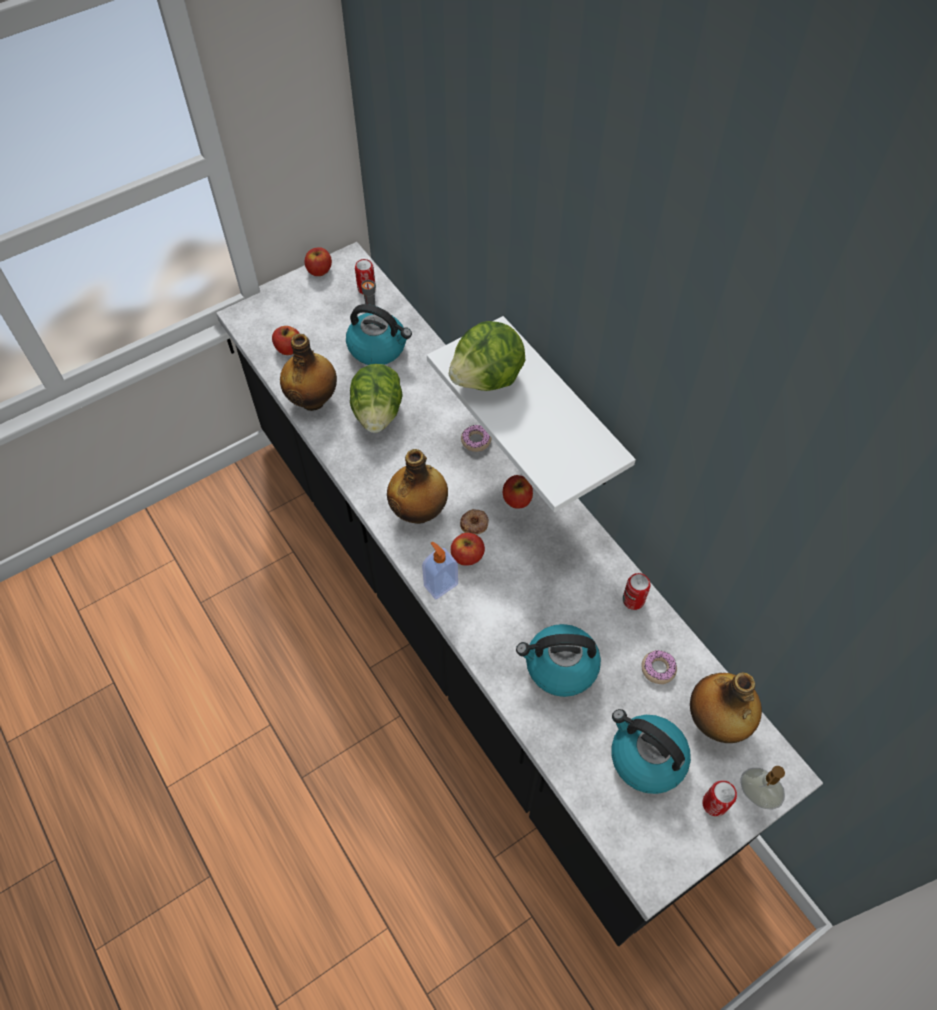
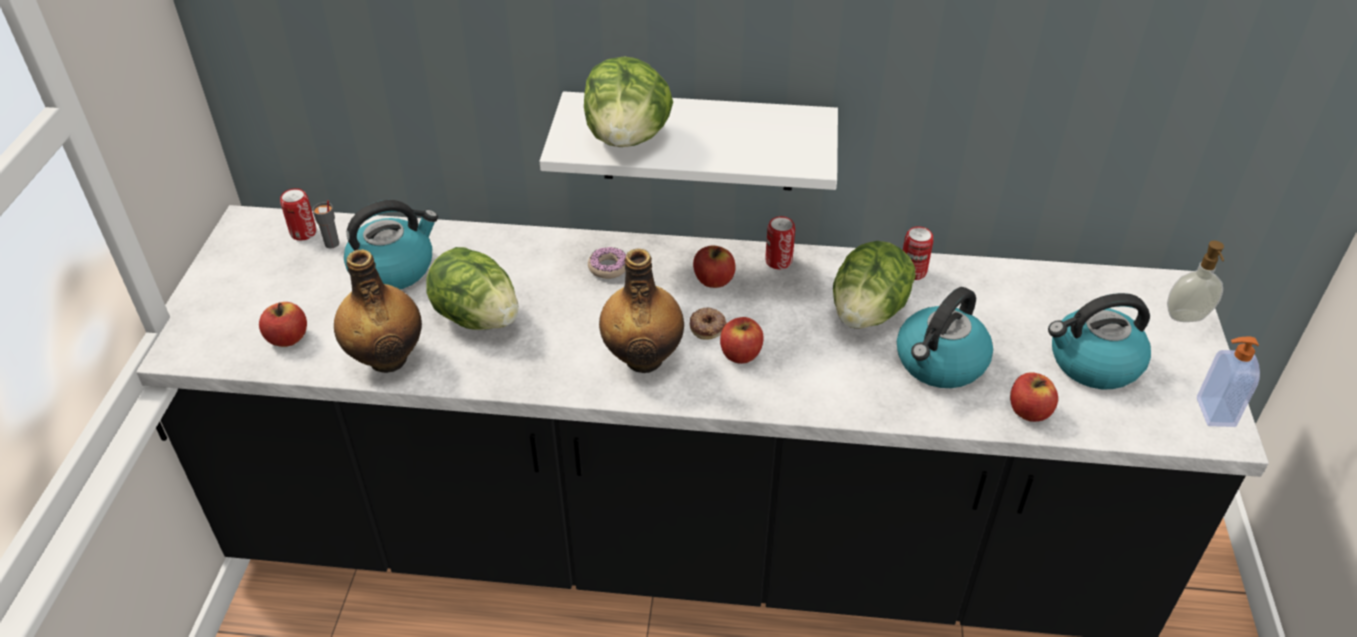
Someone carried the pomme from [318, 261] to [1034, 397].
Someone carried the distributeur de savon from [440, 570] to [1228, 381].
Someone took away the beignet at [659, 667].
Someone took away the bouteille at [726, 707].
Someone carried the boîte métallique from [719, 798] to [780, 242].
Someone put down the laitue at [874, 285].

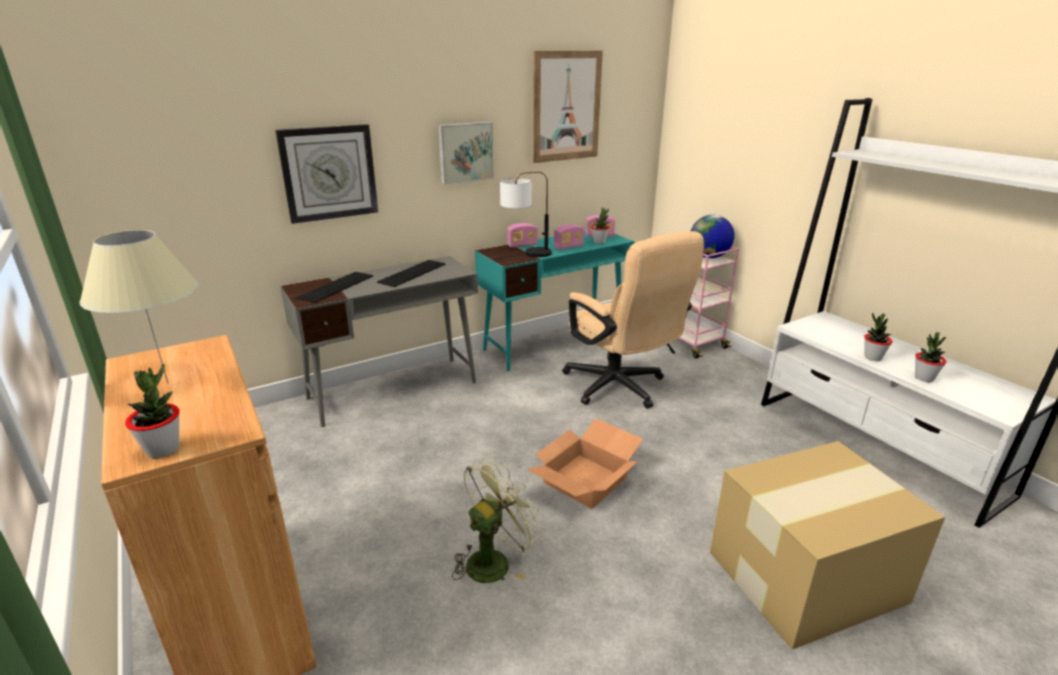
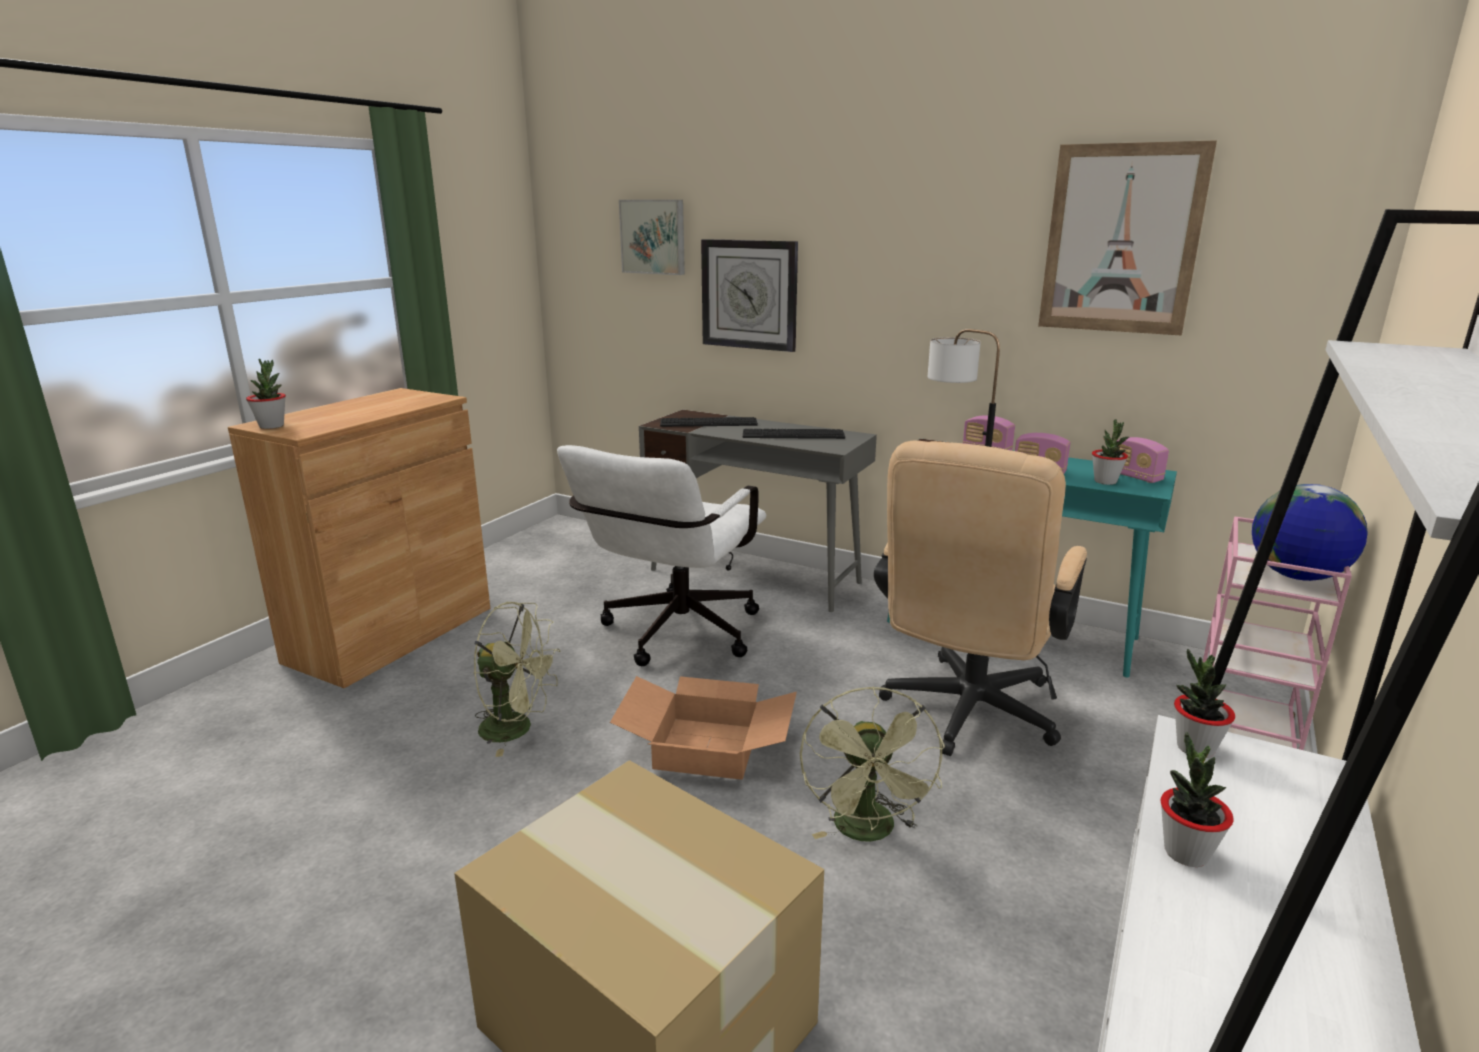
Someone carried the tableau from [466, 153] to [652, 237].
Someone took away the lampe de table/beige at [139, 307].
Someone carried the plante en pot from [930, 357] to [1204, 703].
Someone put down the chaise de bureau/blanc at [662, 555].
Someone put down the ventilateur/vert at [872, 764].

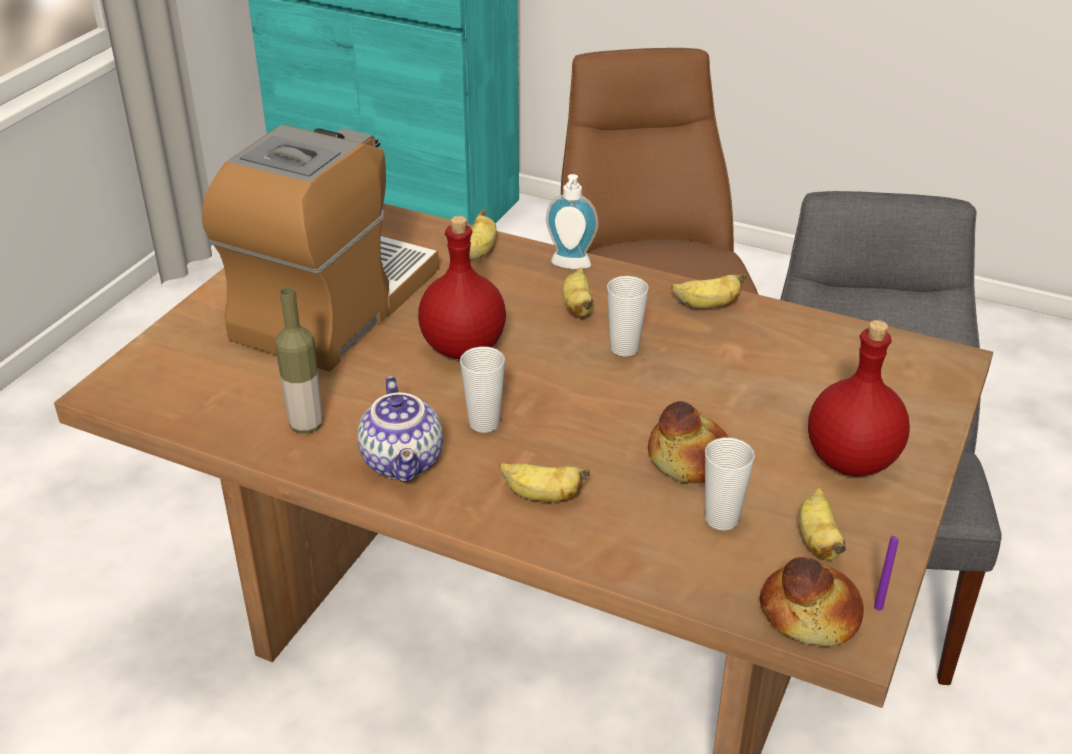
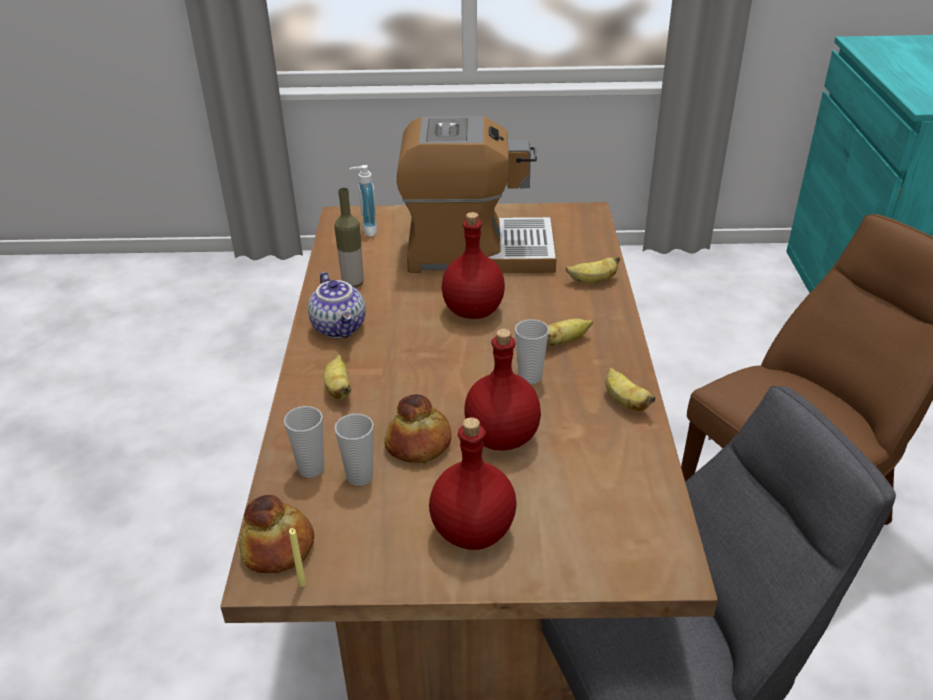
Someone carried the distributeur de savon from [572, 221] to [363, 201].
Someone carried the tasse from [482, 389] to [304, 442].
Someone rotated the théière at [400, 429] by 75 degrees counterclockwise.
Someone took away the banane at [822, 524].
Someone repainted the bougie/violet at [886, 573], which became the bougie/jaune at [297, 557].
Someone put down the bouteille/rouge at [502, 389].

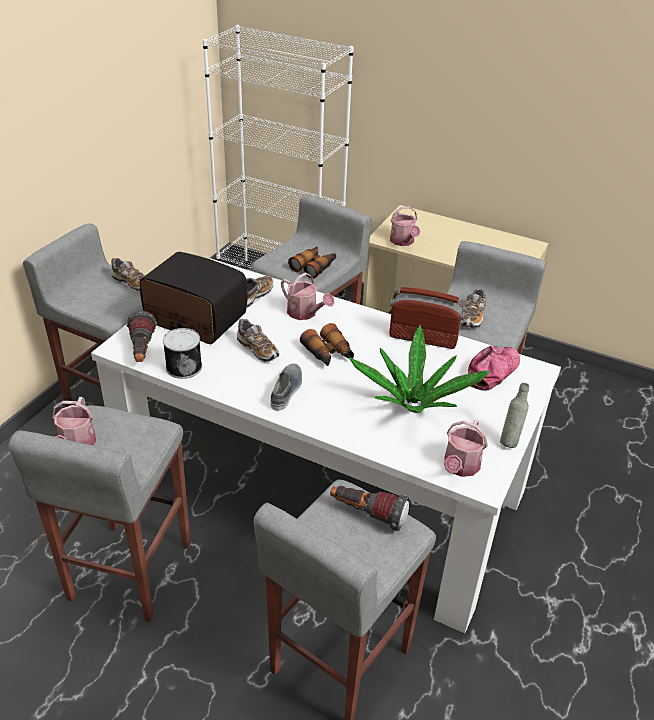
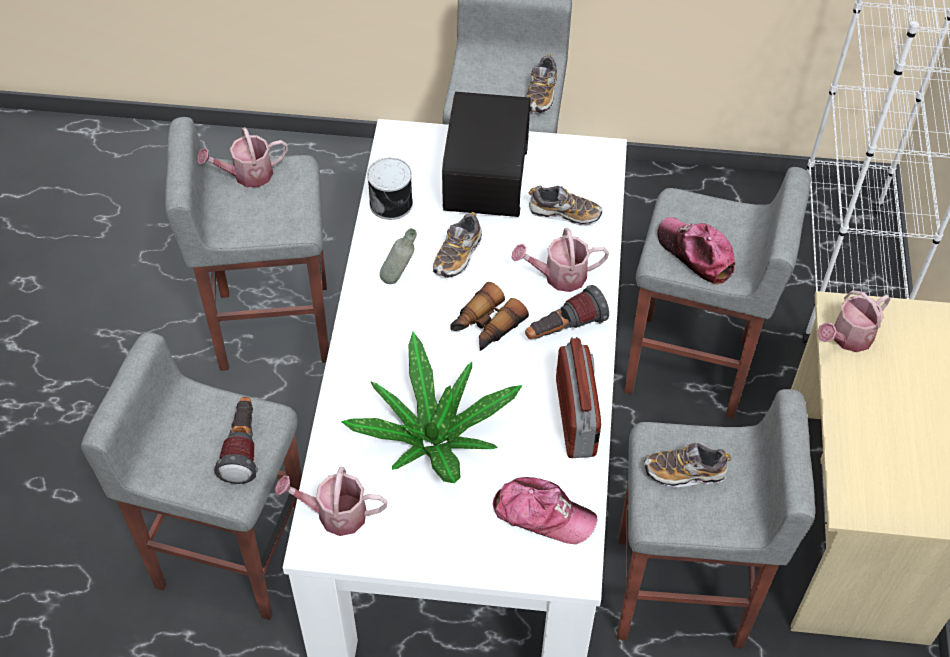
Someone swapped the jumelles at [312, 263] for the casquette at [696, 251].
Someone rotated the arrosoir at [308, 296] by 60 degrees clockwise.
Someone carried the lampe de poche from [142, 336] to [567, 312].
Someone took away the chaussure/gris at [286, 387].
Someone carried the bouteille/gris from [514, 415] to [398, 256].

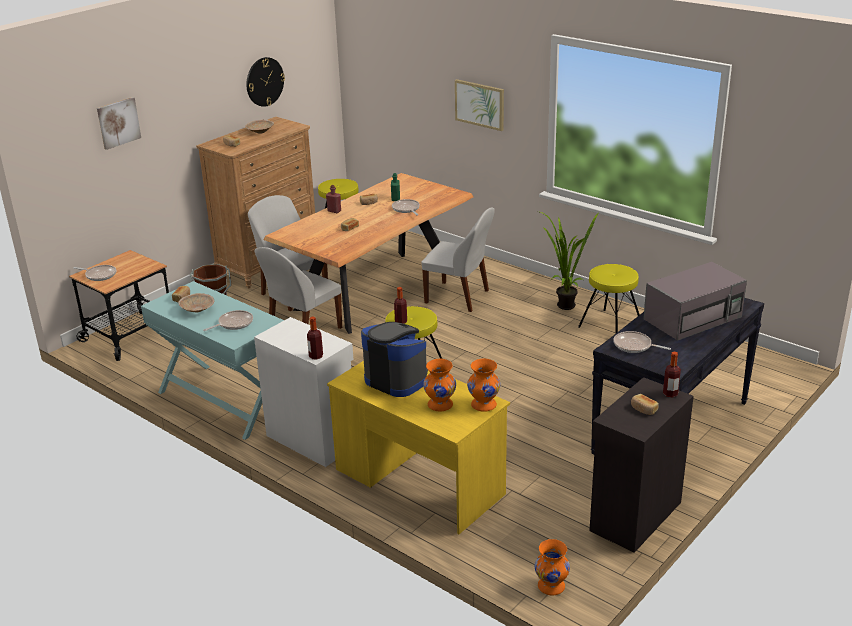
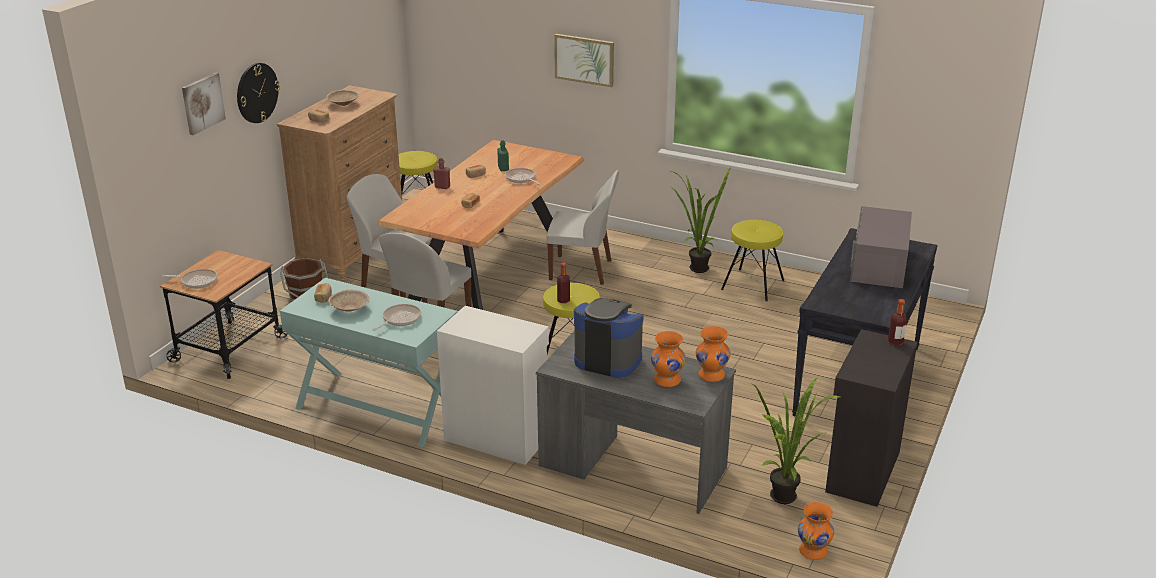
Someone carried the horloge murale from [265, 82] to [258, 93].
Someone rotated the micro-ondes/gris at [695, 301] by 150 degrees clockwise.
Someone took away the bouteille at [315, 338].
Someone took away the poêle at [642, 342].
Someone repainted the bureau/jaune at [418, 447], which became the bureau/gris at [636, 422].
Someone took away the pain at [645, 404].
Someone put down the plante en pot at [796, 441].

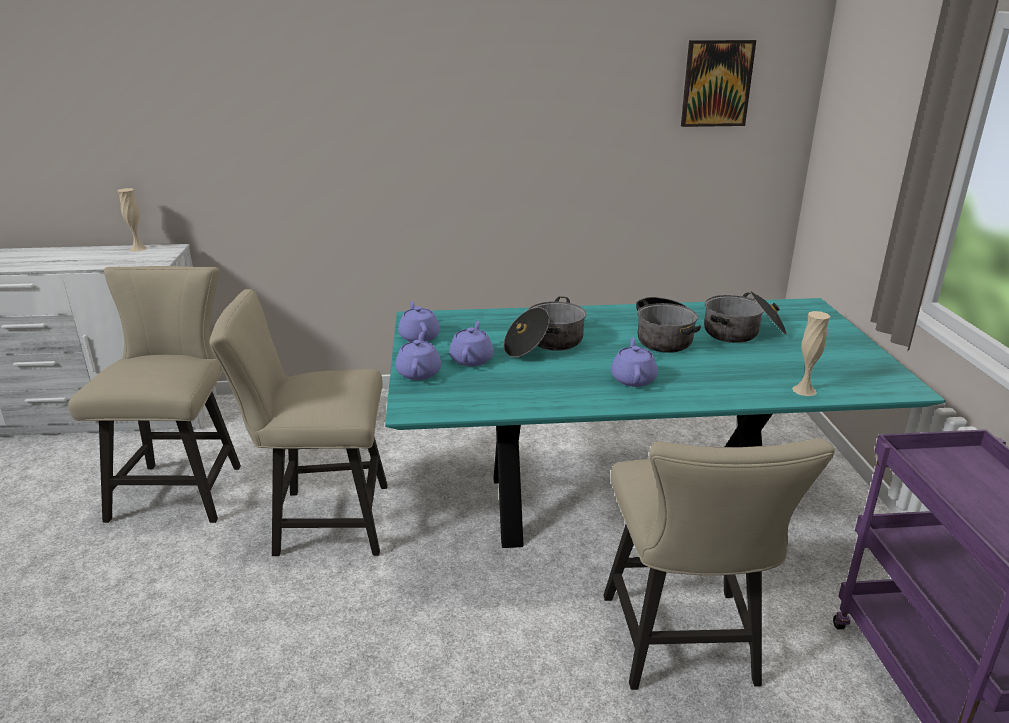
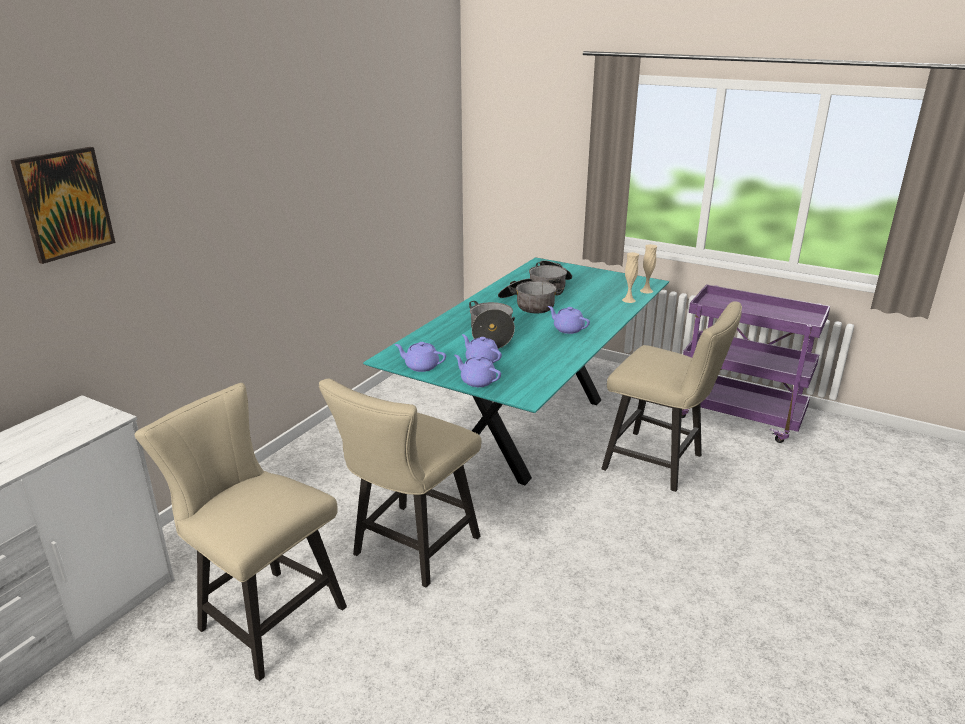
Someone carried the tableau from [718, 83] to [62, 205].
Someone carried the vase/beige from [132, 220] to [648, 268].

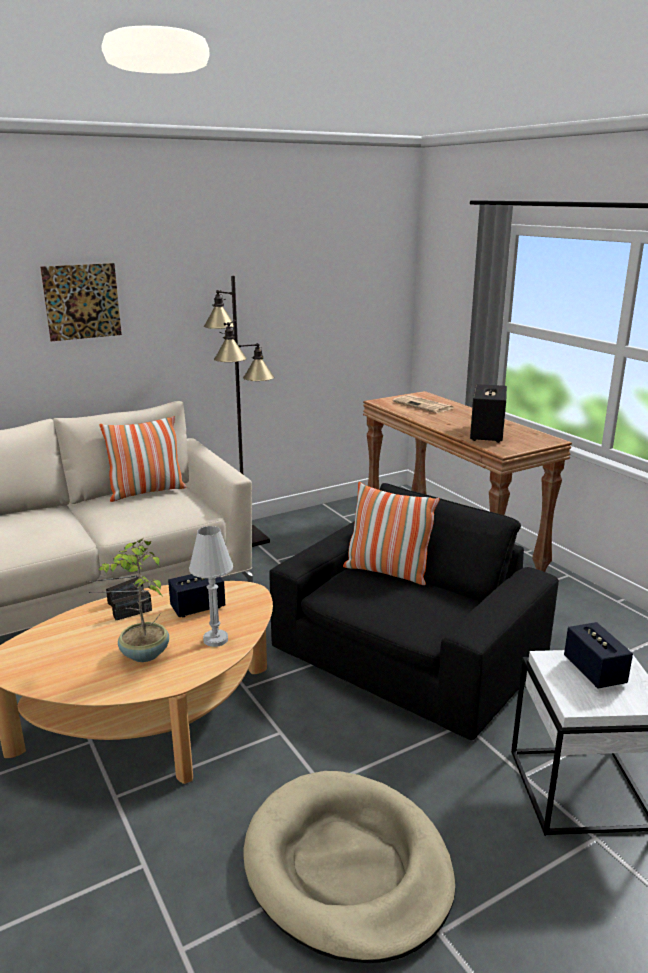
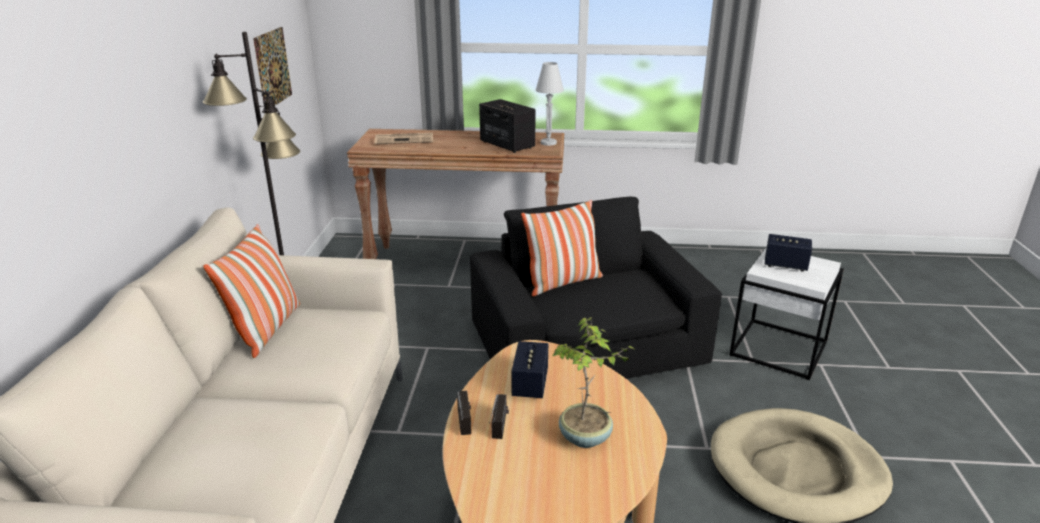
Someone carried the tableau from [81, 302] to [272, 66].
Someone carried the lampe de table/blanc from [211, 586] to [550, 104].

